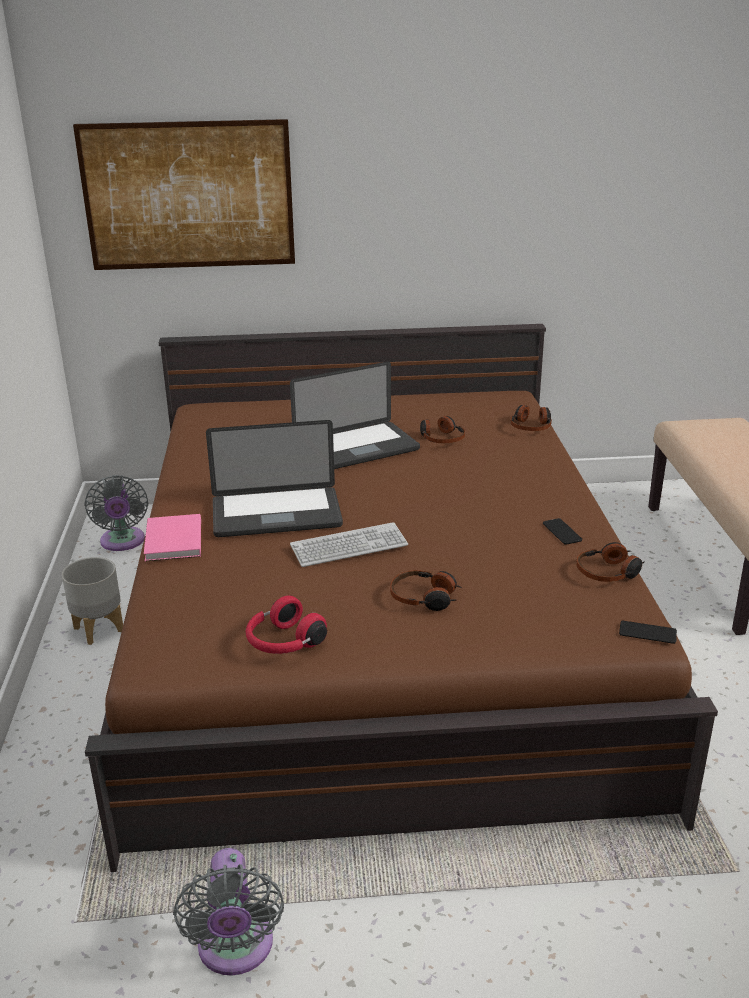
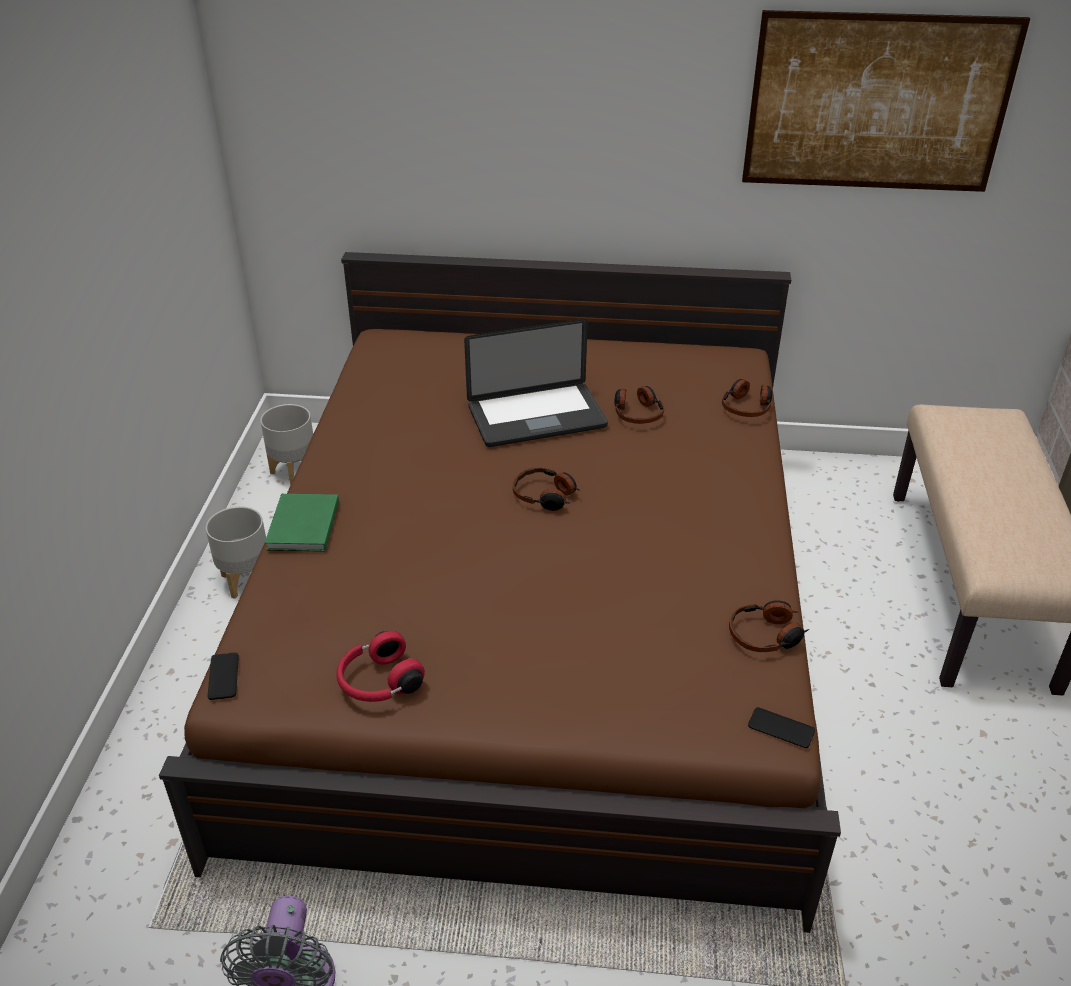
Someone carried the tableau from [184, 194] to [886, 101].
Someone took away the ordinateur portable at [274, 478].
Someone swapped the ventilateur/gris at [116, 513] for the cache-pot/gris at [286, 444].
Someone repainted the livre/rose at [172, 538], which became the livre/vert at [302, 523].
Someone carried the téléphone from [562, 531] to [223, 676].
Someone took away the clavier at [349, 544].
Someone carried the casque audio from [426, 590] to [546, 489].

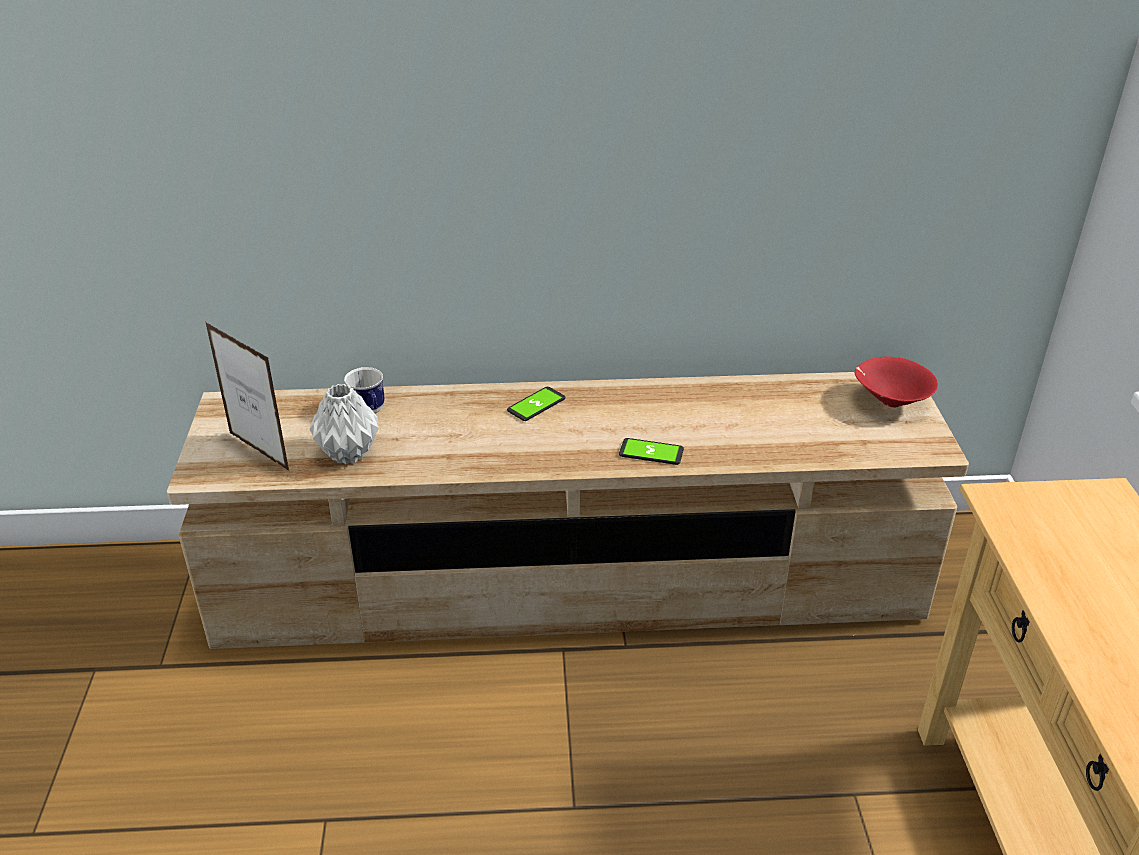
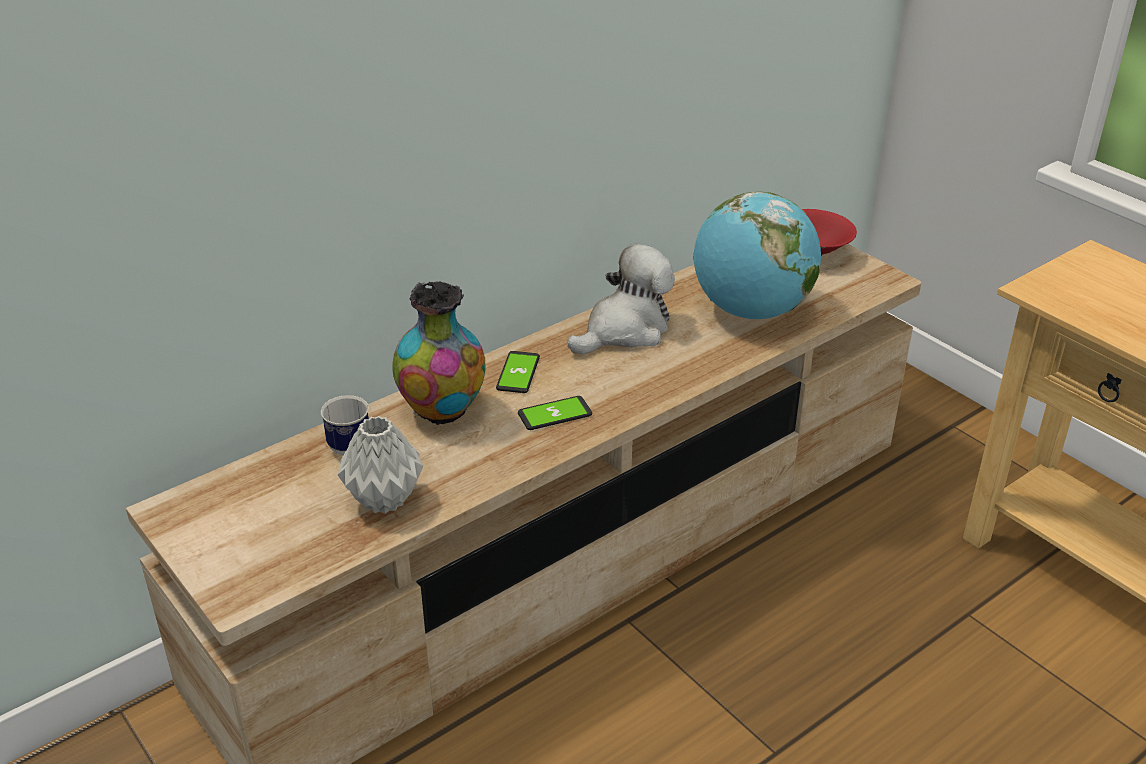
Someone took away the cadre photo at [247, 396].
Someone carried the téléphone from [651, 451] to [555, 413].
Someone put down the globe at [757, 255].
Someone put down the peluche at [621, 299].
Someone put down the vase at [439, 353].

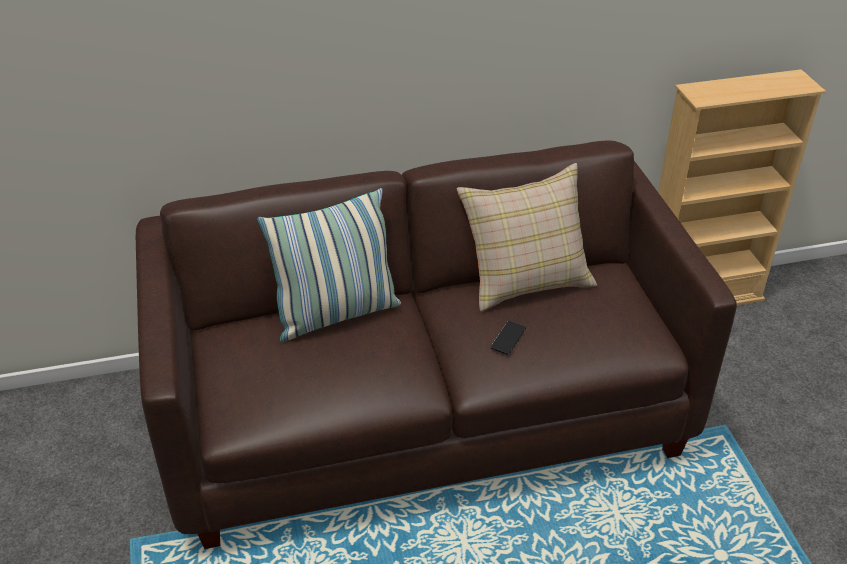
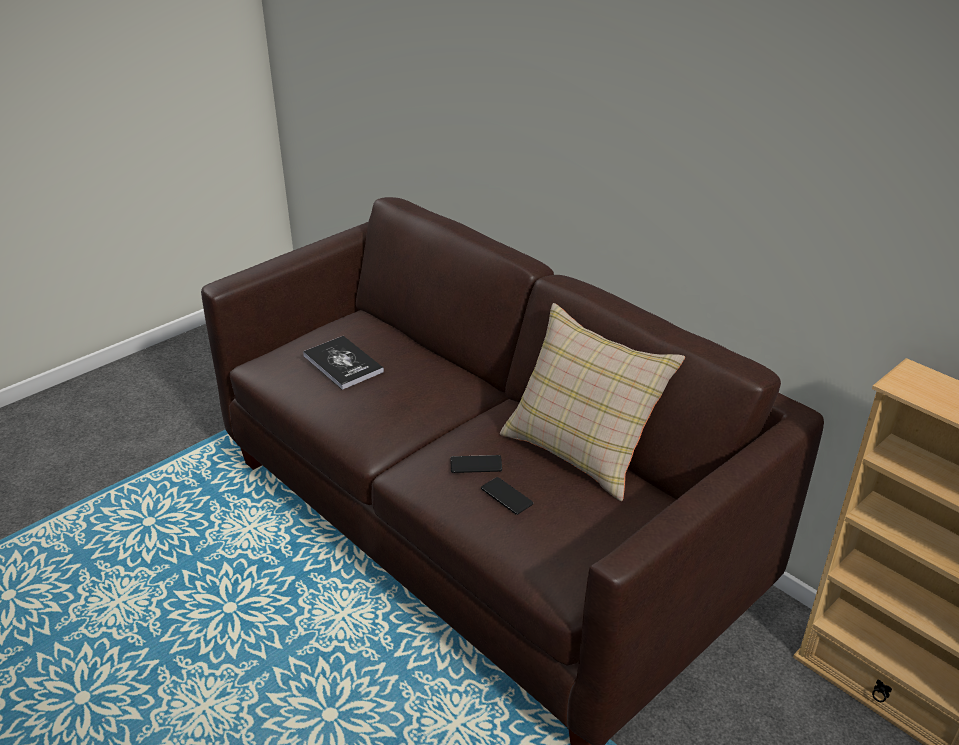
Someone took away the coussin at [329, 265].
Someone put down the livre at [343, 363].
Someone put down the téléphone at [507, 496].

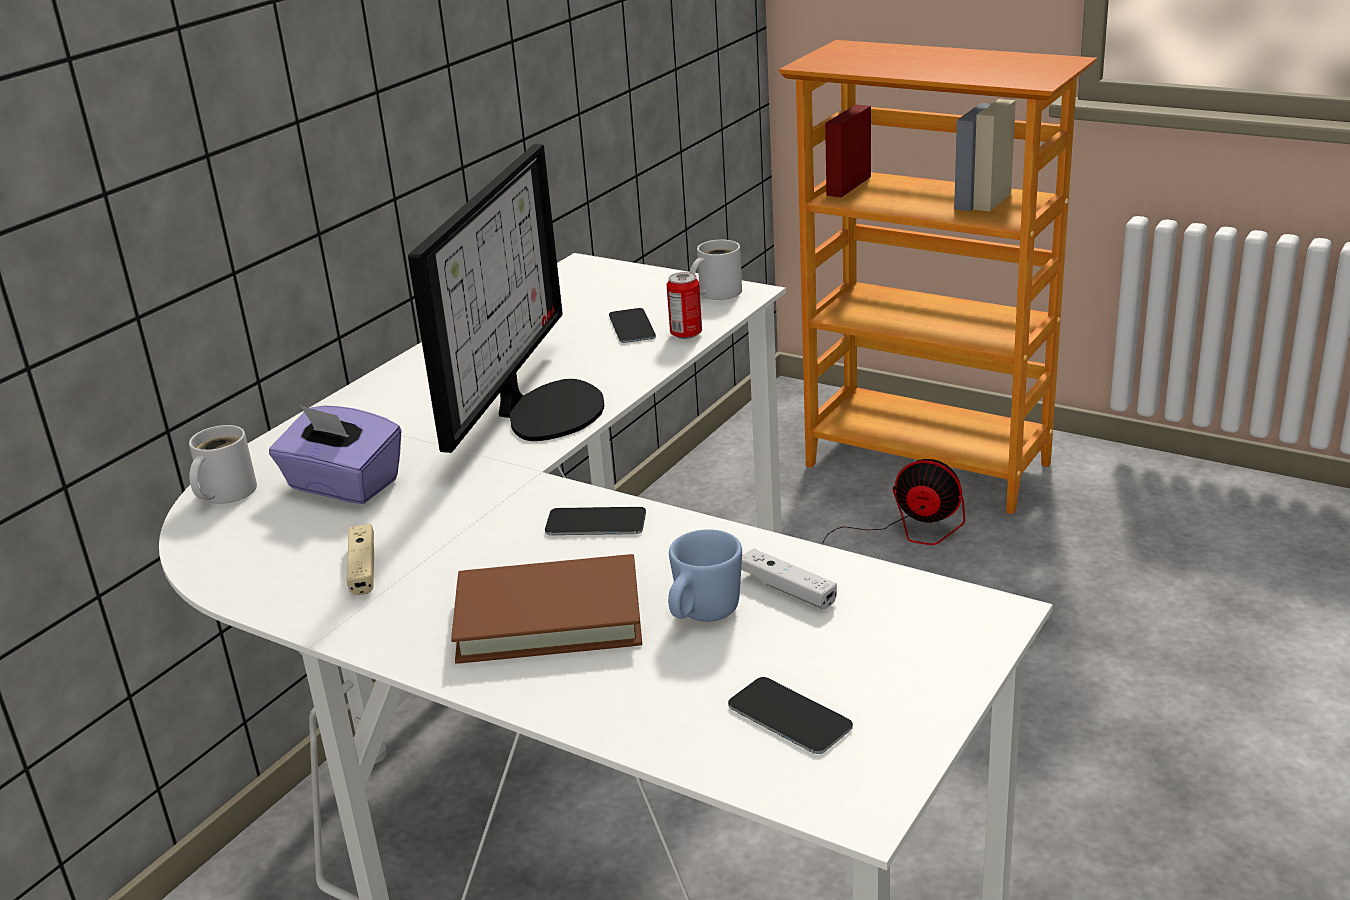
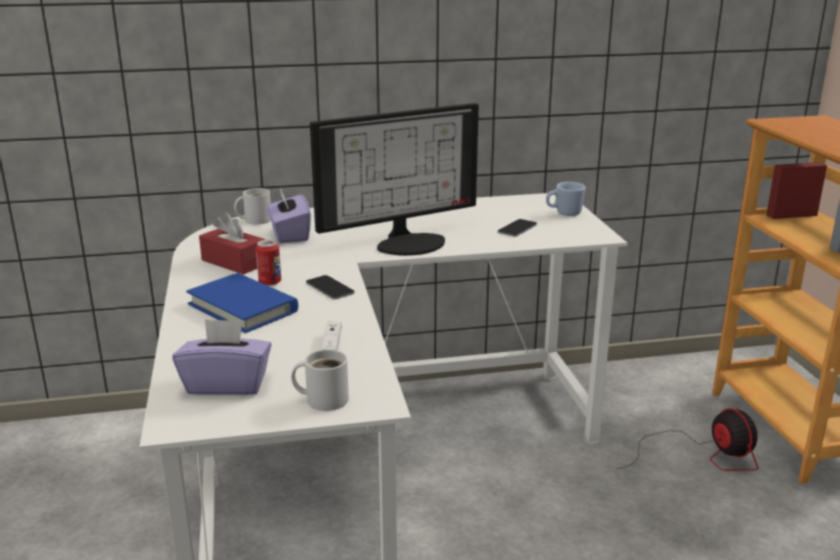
Someone carried the mug/blanc from [716, 270] to [320, 380].
Someone carried the boîte métallique from [684, 305] to [268, 263].
Someone swapped the manette/beige at [360, 559] for the boîte à mouchoirs/rouge at [232, 244].
Someone carried the mug/bleu from [705, 575] to [566, 199].
Someone repainted the livre/marron at [546, 609], which became the livre/bleu at [242, 303].
Someone swapped the téléphone at [790, 715] for the boîte à mouchoirs/violet at [222, 357].

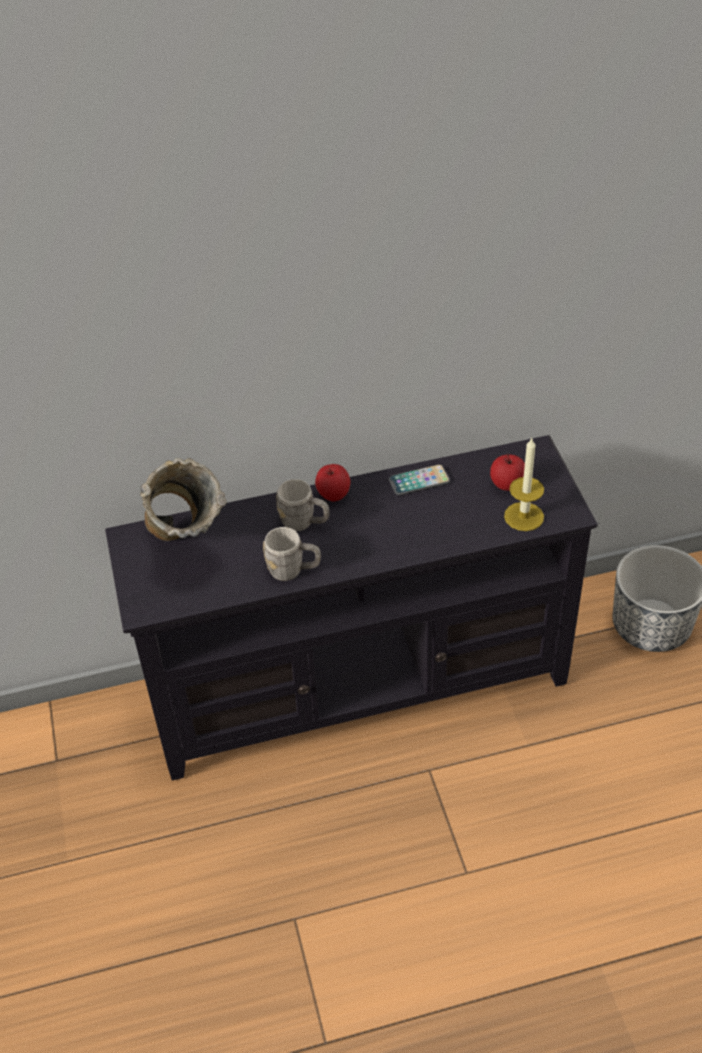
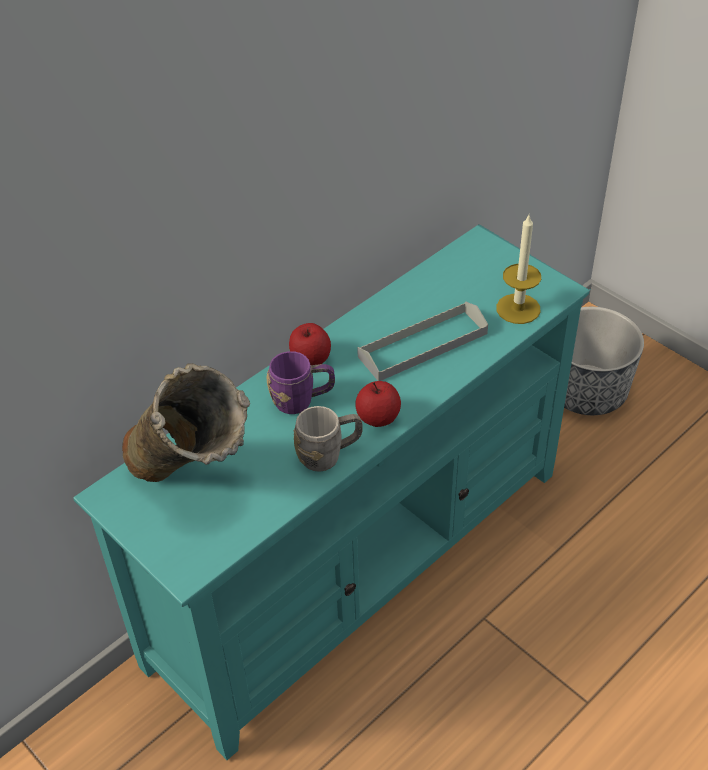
Someone repainted the meuble télé/noir at [352, 608], which became the meuble télé/turquoise at [332, 492].
Someone carried the pomme from [507, 472] to [378, 404].
Someone took away the téléphone at [419, 479].
Someone repainted the mug/gris at [302, 505], which became the mug/violet at [301, 382].
Someone put down the plateau/gris at [422, 341].

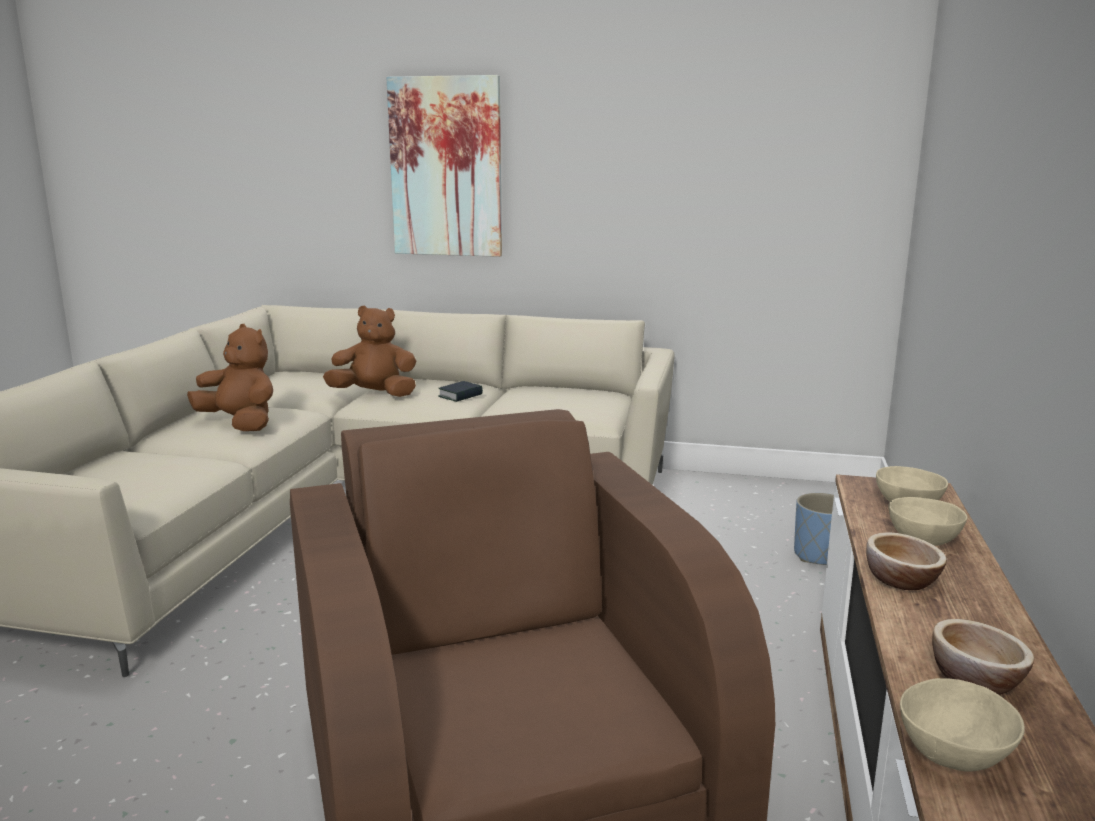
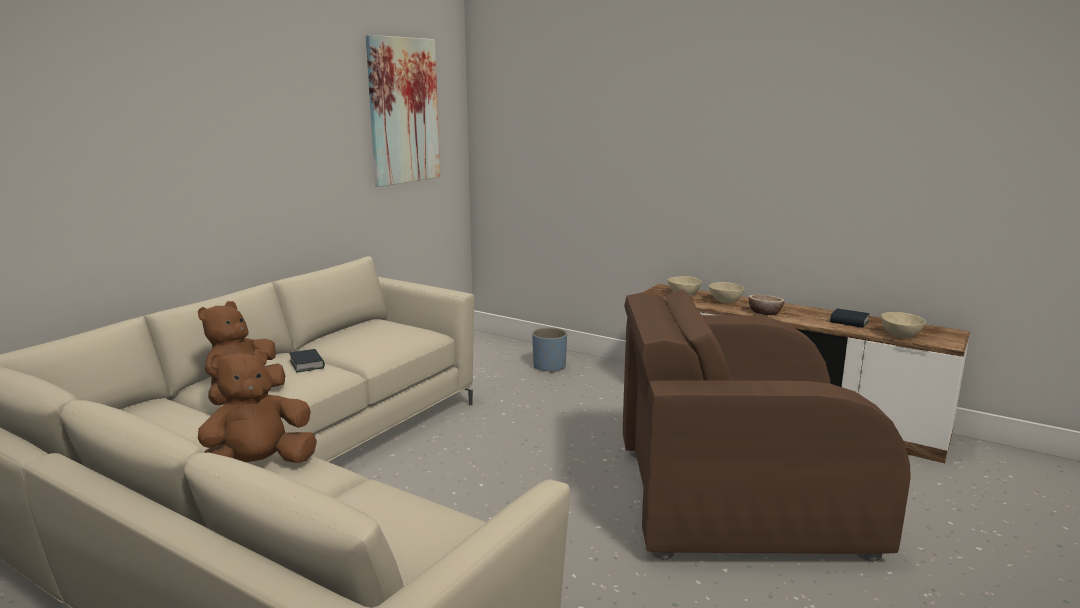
Someone carried the tableau from [444, 166] to [403, 111].
Someone swapped the bol at [983, 657] for the livre at [850, 318].

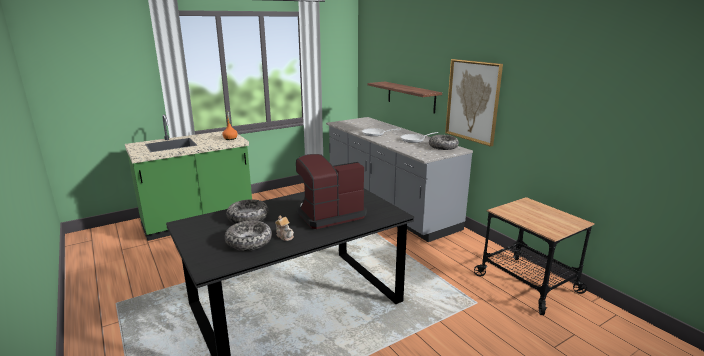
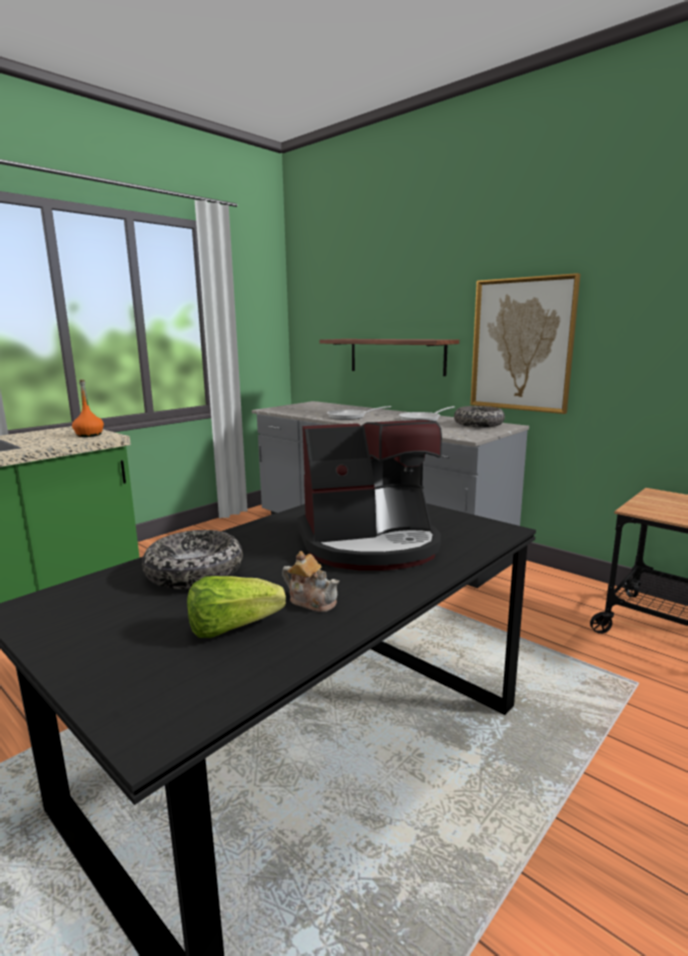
Someone rotated the machine à café at [331, 191] by 150 degrees counterclockwise.
Someone swapped the bol at [248, 236] for the laitue at [236, 607].

